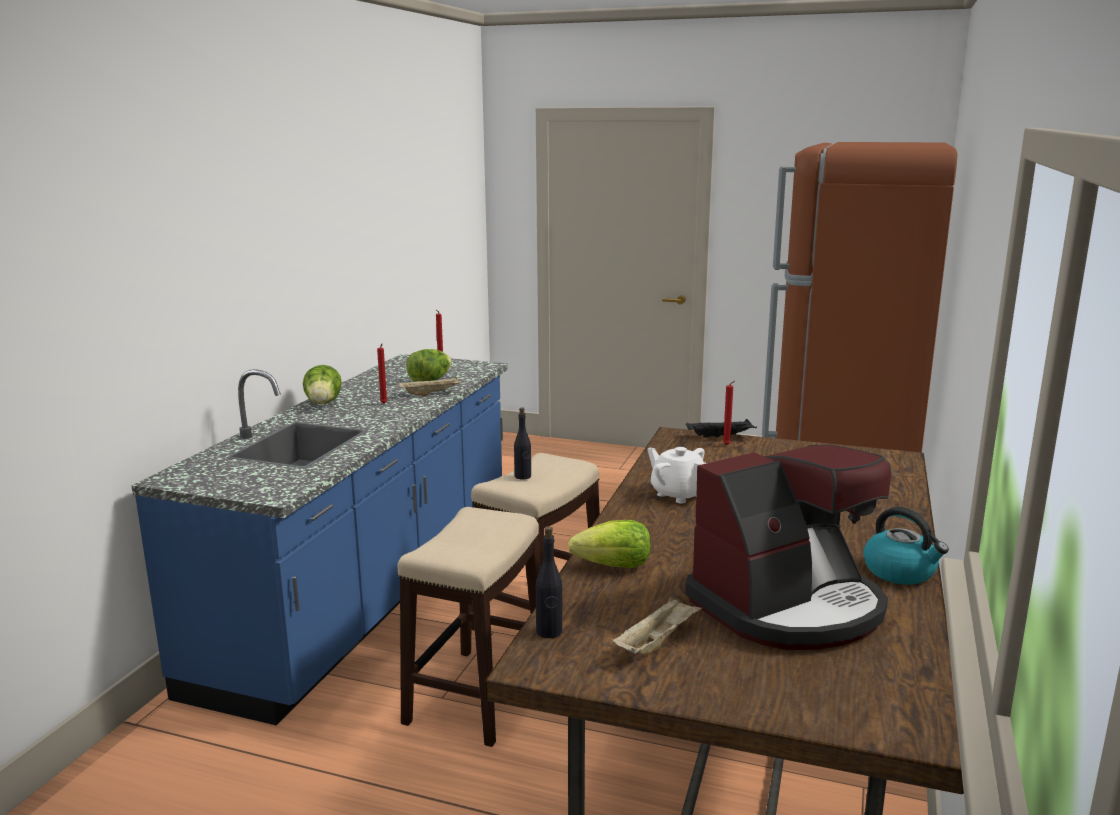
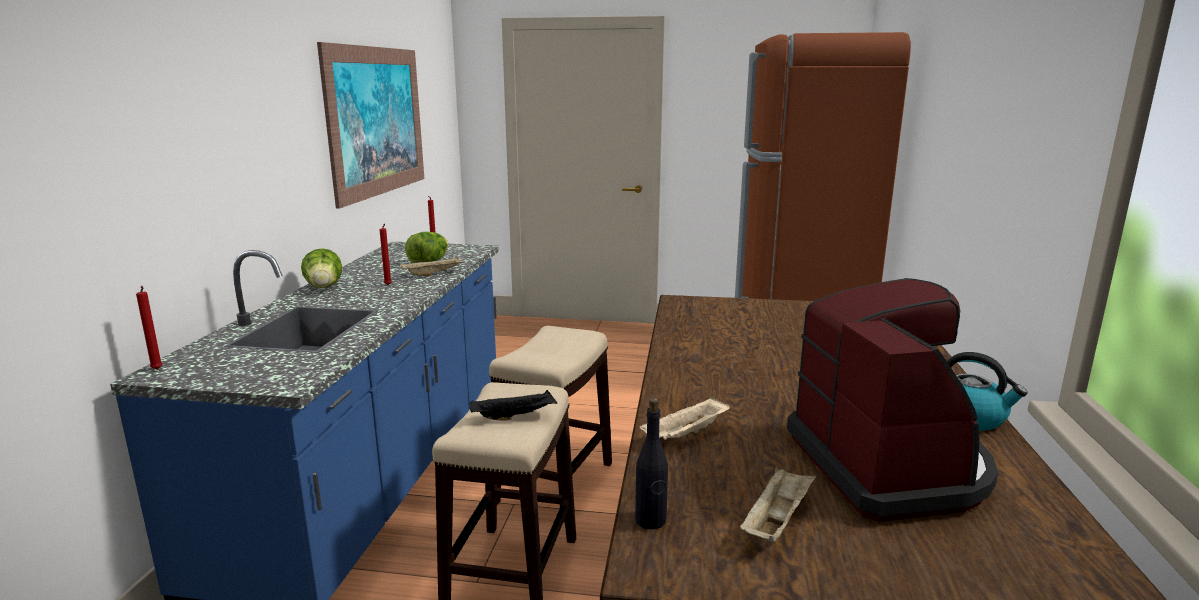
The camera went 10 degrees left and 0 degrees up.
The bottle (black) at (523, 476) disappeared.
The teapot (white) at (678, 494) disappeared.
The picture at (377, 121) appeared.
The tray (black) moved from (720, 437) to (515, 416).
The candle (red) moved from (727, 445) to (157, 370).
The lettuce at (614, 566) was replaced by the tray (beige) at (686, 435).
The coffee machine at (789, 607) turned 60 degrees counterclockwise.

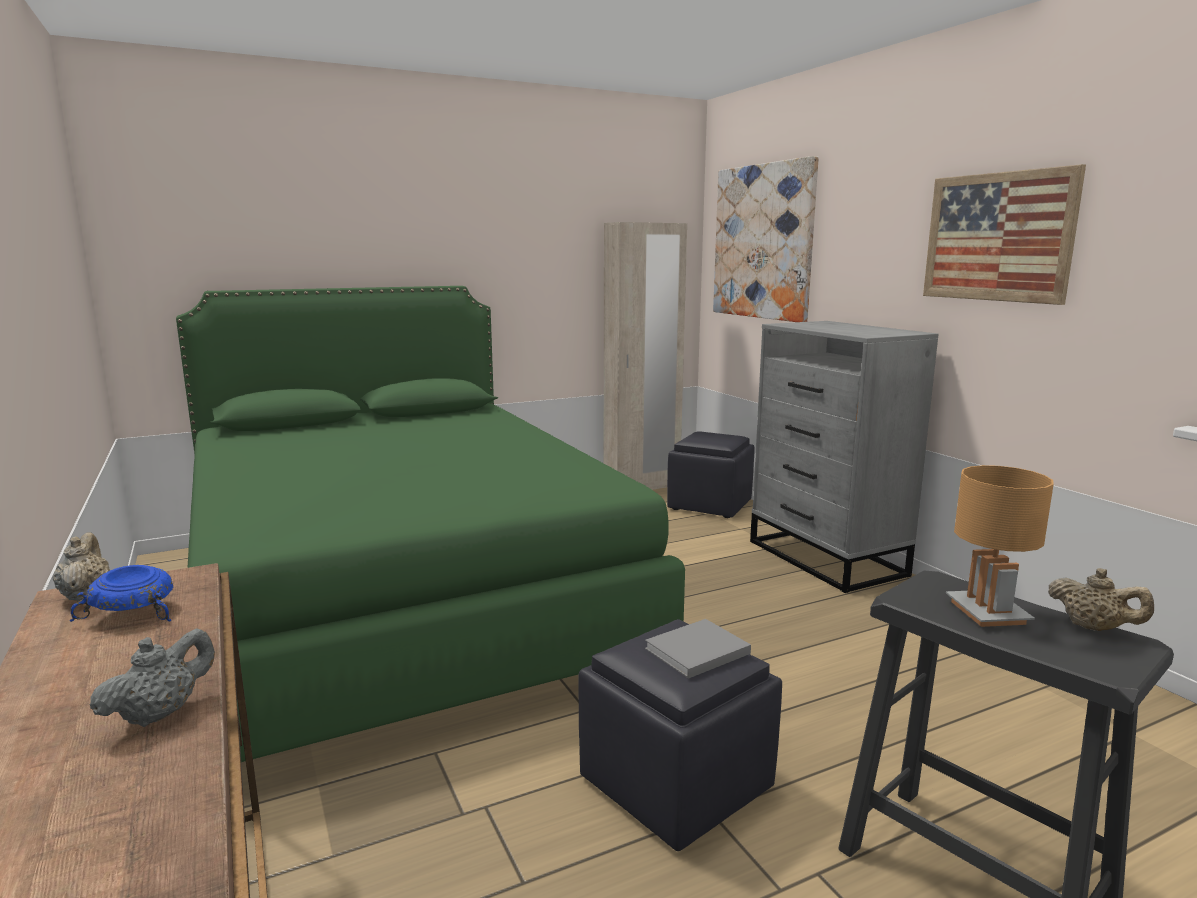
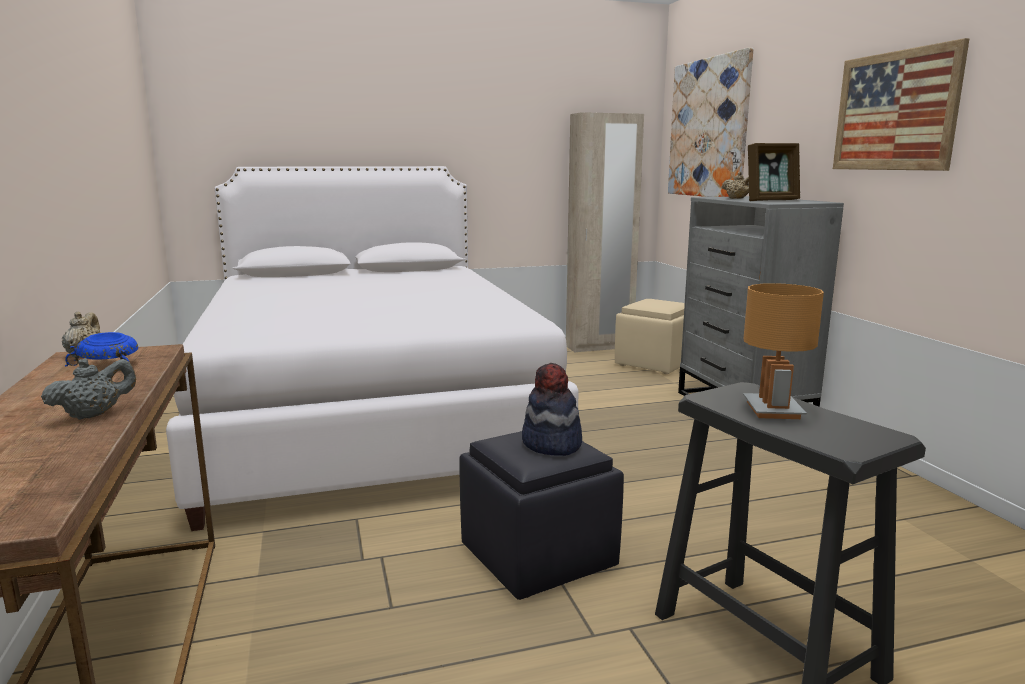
The camera went 10 degrees right and 0 degrees up.
The picture frame at (771, 200) appeared.
The teapot (beige) moved from (1093, 627) to (737, 199).
The book (grey) at (695, 652) was replaced by the hat at (551, 444).
The bed (green) at (402, 599) became the bed (white) at (369, 415).
The ottoman (black) at (710, 505) became the ottoman (beige) at (655, 363).

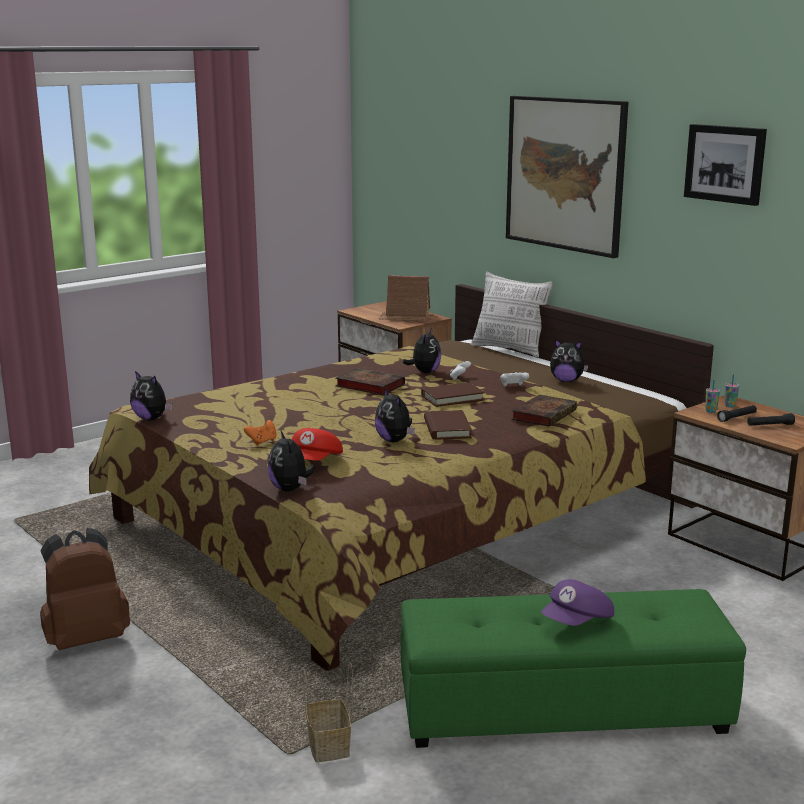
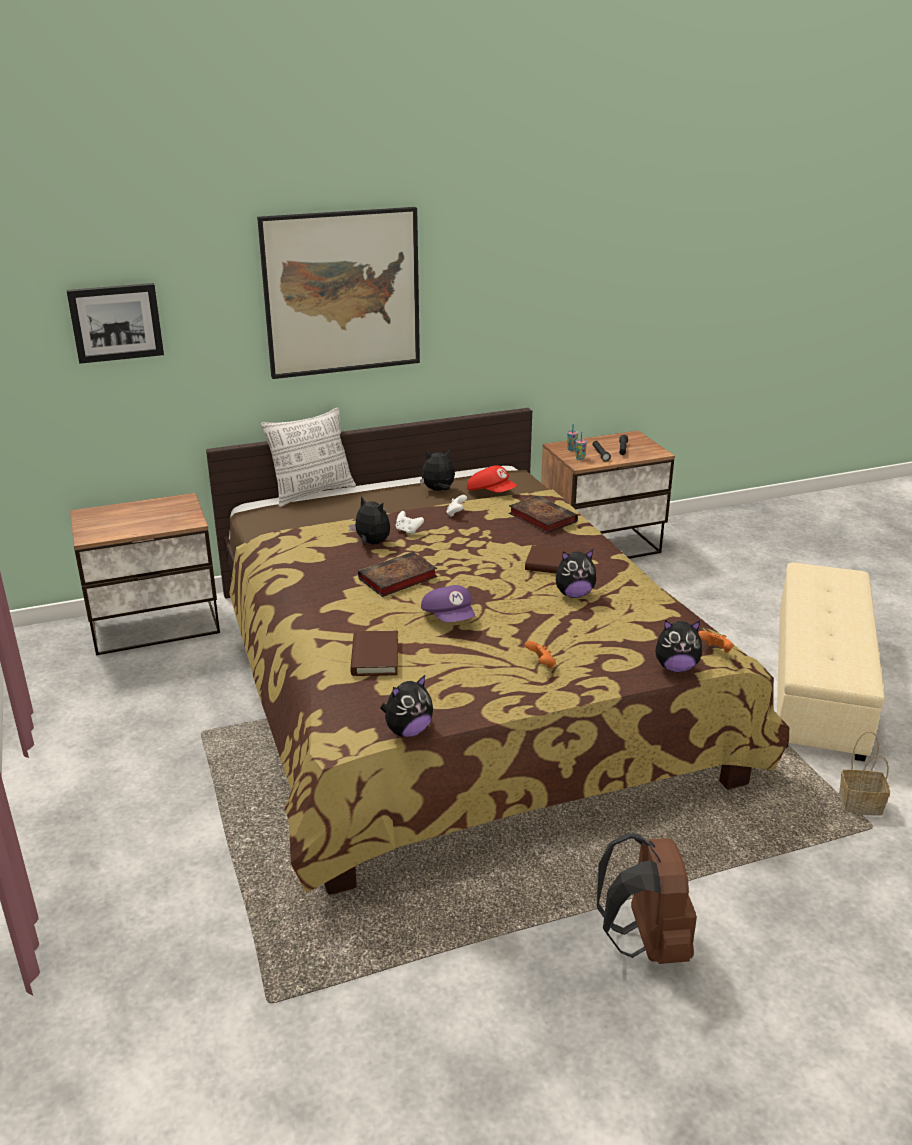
The camera went 70 degrees left and 10 degrees up.
The toy house at (405, 316) disappeared.
The game controller (orange) at (715, 650) appeared.
The cap (red) moved from (315, 462) to (491, 493).
The book (brown) moved from (452, 398) to (375, 657).
The cap (purple) moved from (577, 622) to (449, 618).
The picture moved from (725, 163) to (116, 322).
The ottoman (green) at (562, 710) became the ottoman (beige) at (819, 685).
The plush toy at (566, 380) turned 135 degrees counterclockwise.

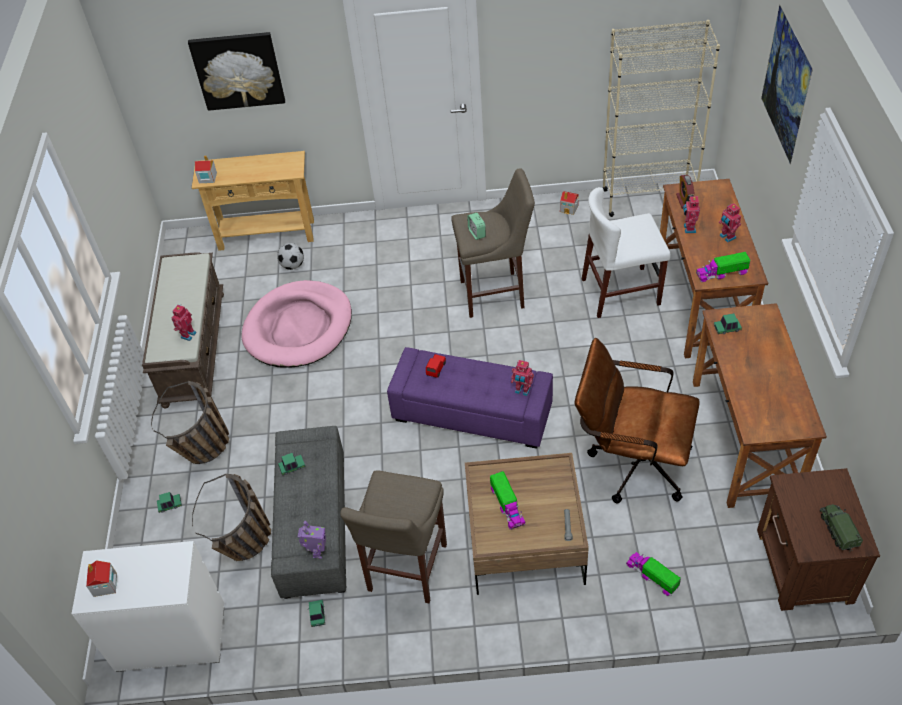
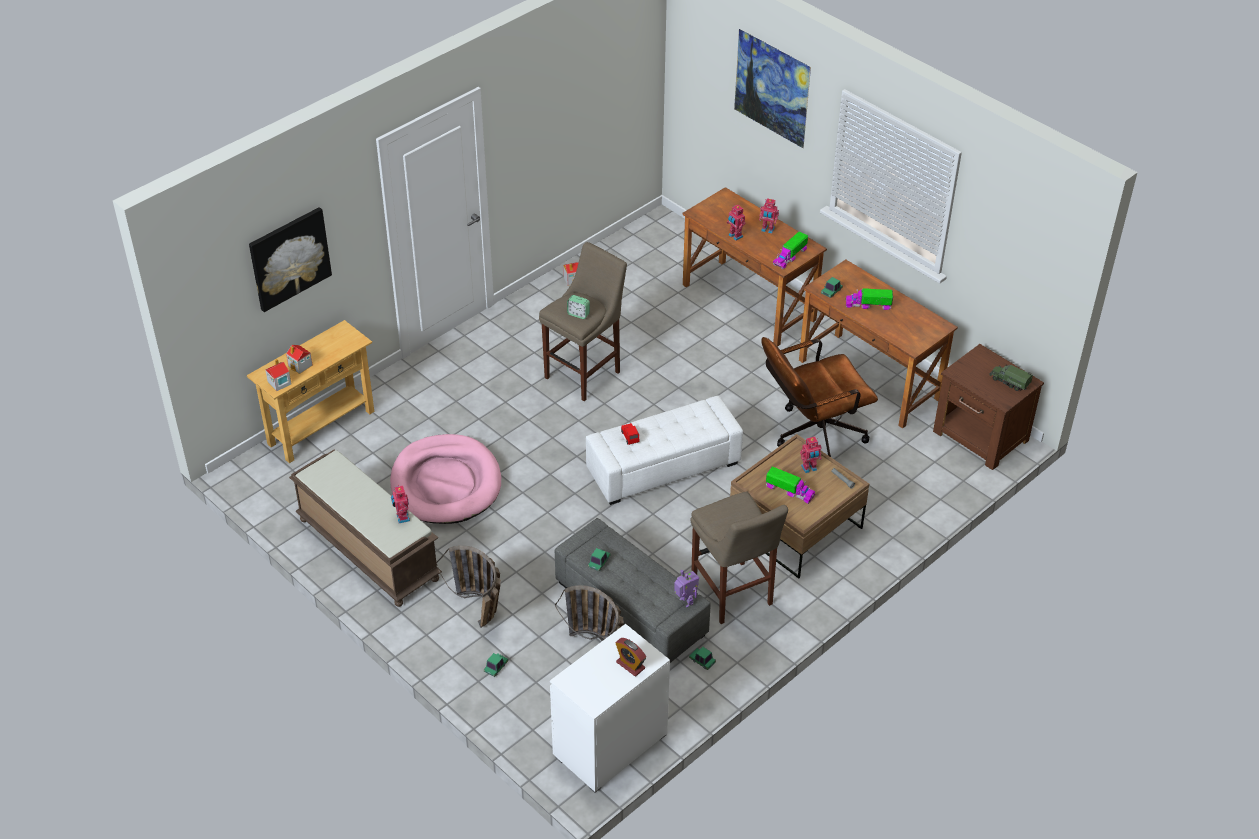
The camera went 45 degrees left and 5 degrees down.
The football at (293, 265) disappeared.
The chair (white) at (620, 292) disappeared.
The bookcase (beige) at (648, 199) disappeared.
The toy house moved from (105, 585) to (300, 366).
The toy robot moved from (522, 391) to (809, 468).
The toy truck moved from (652, 576) to (868, 305).
The alarm clock moved from (684, 201) to (630, 665).
The ottoman (purple) at (472, 413) became the ottoman (white) at (663, 467).

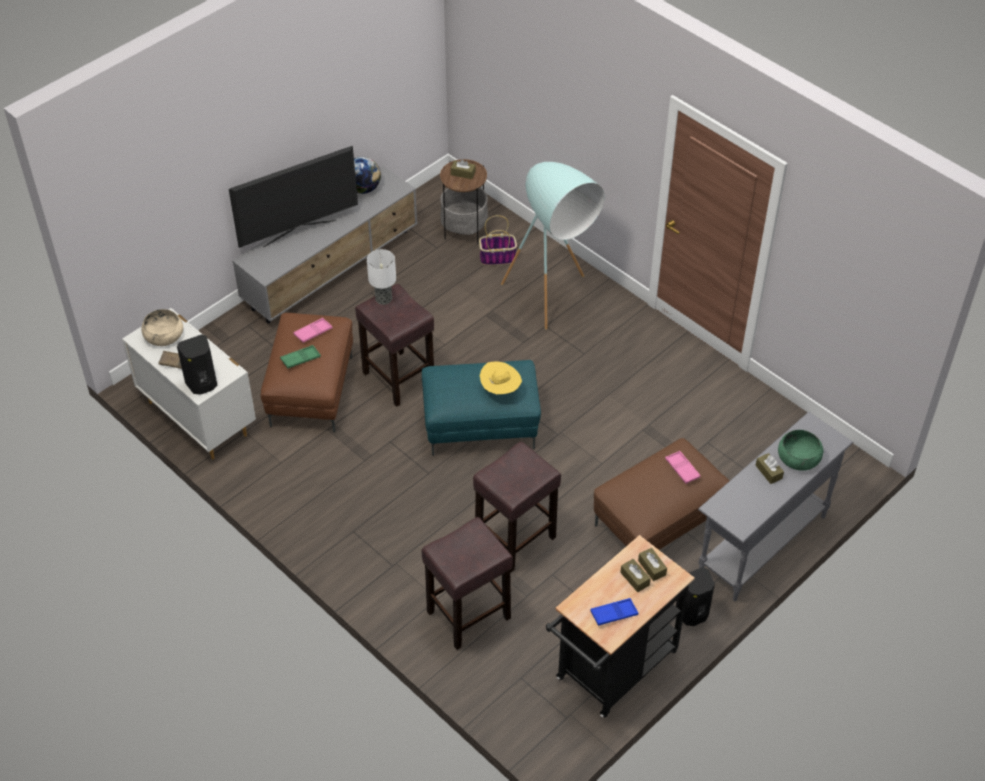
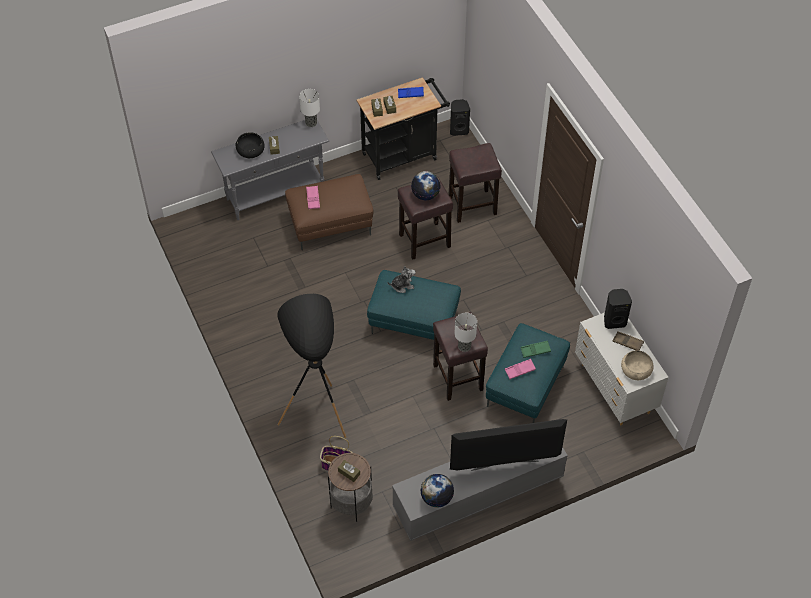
The camera went 160 degrees left and 5 degrees up.
The table lamp at (311, 123) appeared.
The globe at (425, 195) appeared.
The speaker (black) moved from (692, 614) to (458, 129).
The hat (yellow) at (500, 389) was replaced by the plush toy at (402, 285).
The ottoman (brown) at (310, 390) became the ottoman (turquoise) at (526, 387).
The floor lamp (turquoise) at (552, 306) became the floor lamp (black) at (316, 404).
The bowl (green) at (798, 457) became the bowl (black) at (250, 150).

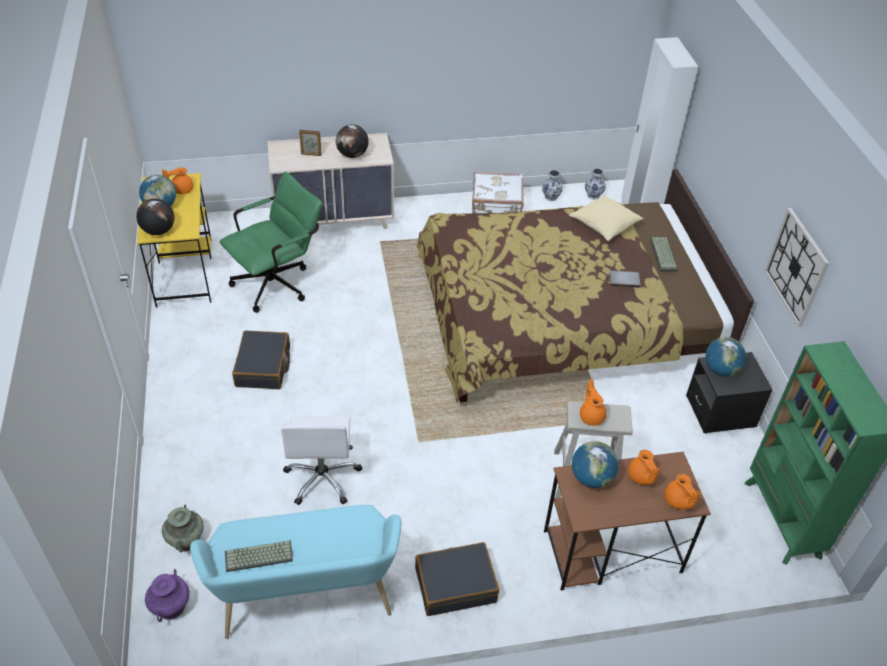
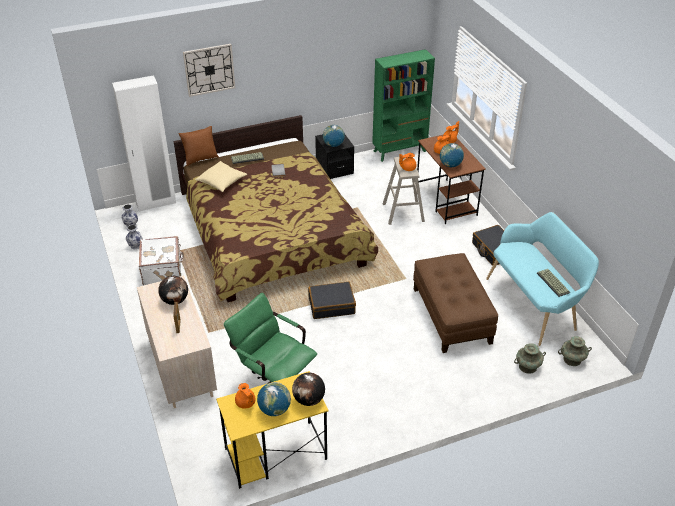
The camera went 100 degrees left and 5 degrees down.
The pillow (brown) at (200, 159) appeared.
The suitcase (black) moved from (263, 367) to (331, 305).
The wall clock moved from (796, 267) to (209, 69).
The office chair (white) at (322, 478) was replaced by the ottoman (brown) at (452, 315).
The vase (purple) at (171, 606) became the vase (turquoise) at (572, 359).

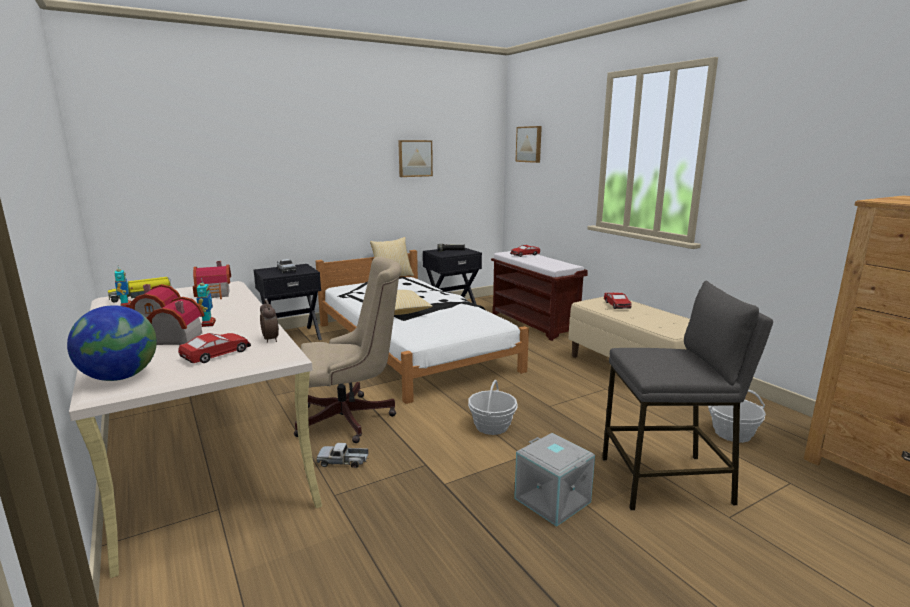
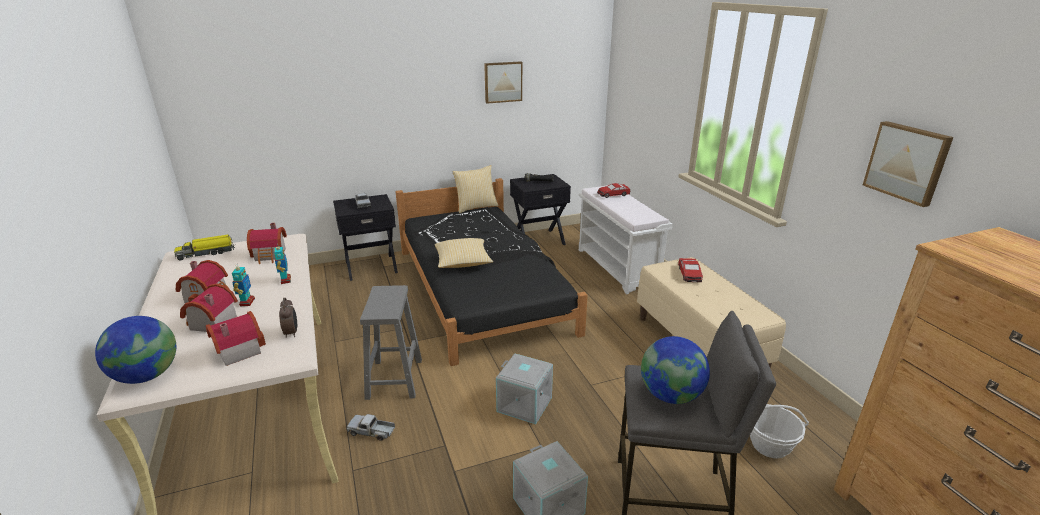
The camera went 10 degrees right and 10 degrees up.
The globe at (670, 395) appeared.
The toy robot moved from (126, 306) to (285, 280).
The picture moved from (529, 144) to (907, 162).
The toy car at (216, 354) was replaced by the toy house at (237, 350).
The office chair (beige) at (351, 419) was replaced by the stool (grey) at (394, 379).
The basket at (492, 426) was replaced by the storage box (grey) at (523, 405).
The bed (white) at (411, 346) became the bed (black) at (481, 289).
The bench (brown) at (534, 323) became the bench (white) at (617, 267).

